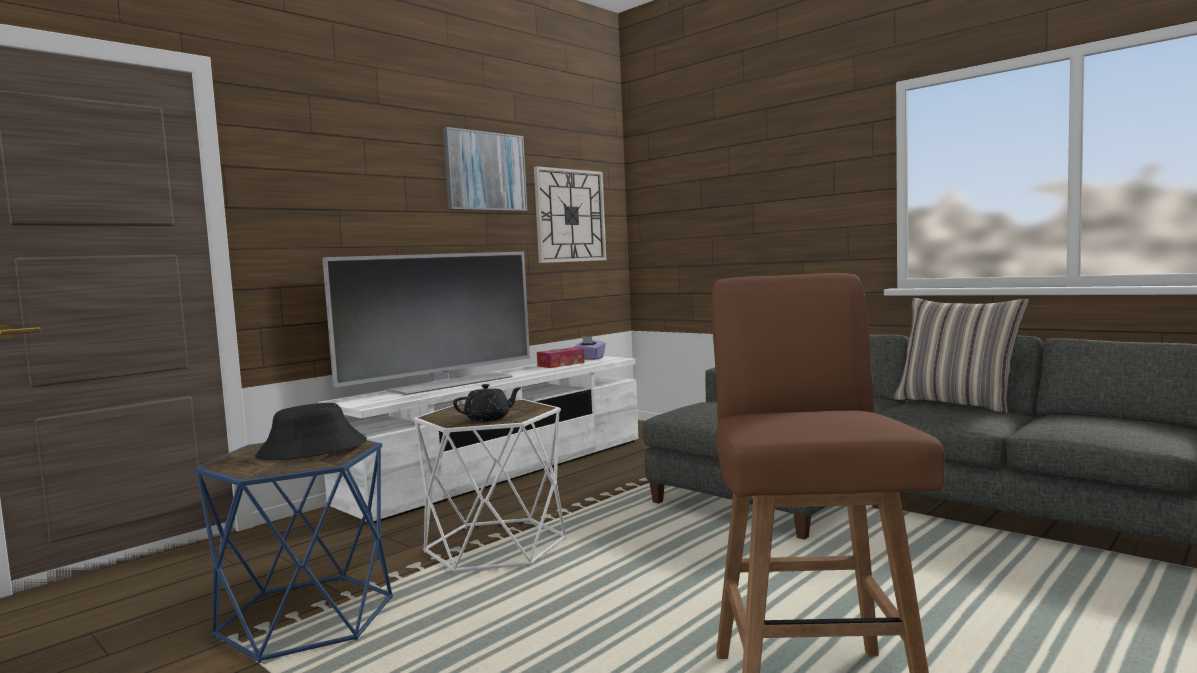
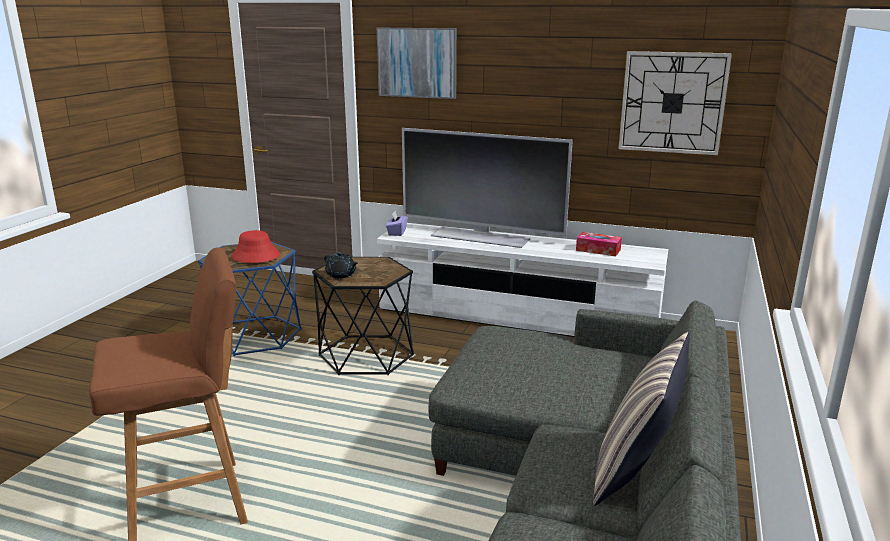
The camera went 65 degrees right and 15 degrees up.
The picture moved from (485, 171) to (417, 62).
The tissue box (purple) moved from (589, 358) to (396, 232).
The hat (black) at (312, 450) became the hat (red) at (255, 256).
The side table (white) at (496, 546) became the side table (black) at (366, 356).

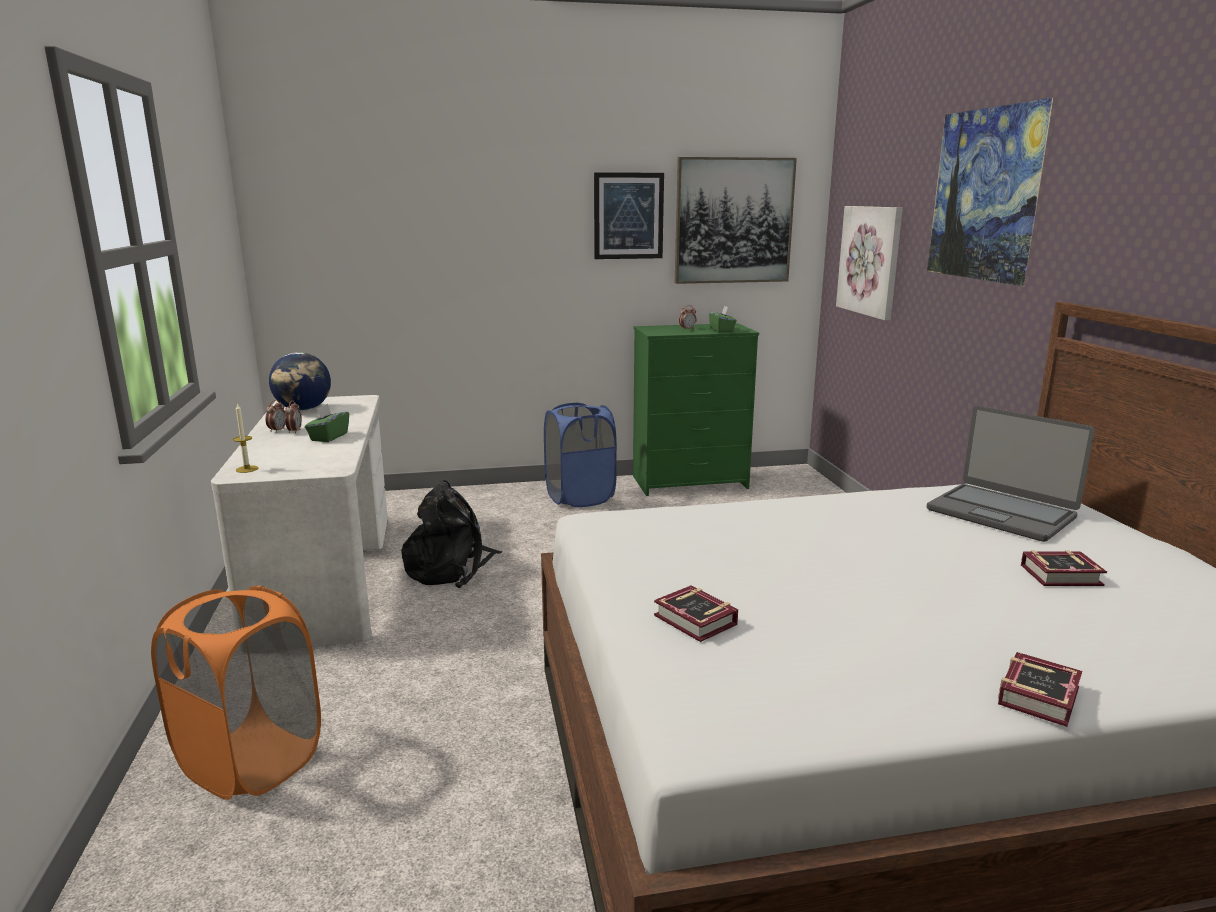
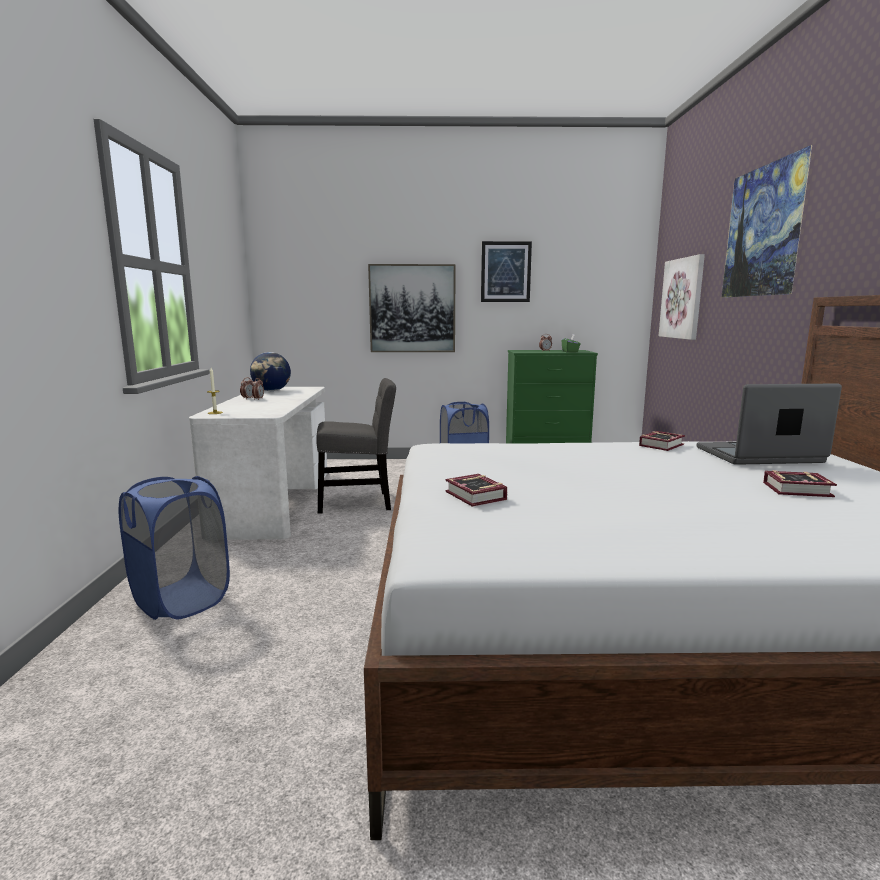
The camera went 10 degrees right and 5 degrees down.
The tissue box (green) at (328, 437) disappeared.
The picture moved from (733, 221) to (412, 309).
The book moved from (1041, 695) to (663, 445).
The backpack (black) at (451, 568) was replaced by the chair (grey) at (359, 503).
The laundry basket (orange) at (251, 761) became the laundry basket (blue) at (181, 600).
The laptop at (1001, 513) turned 120 degrees clockwise.

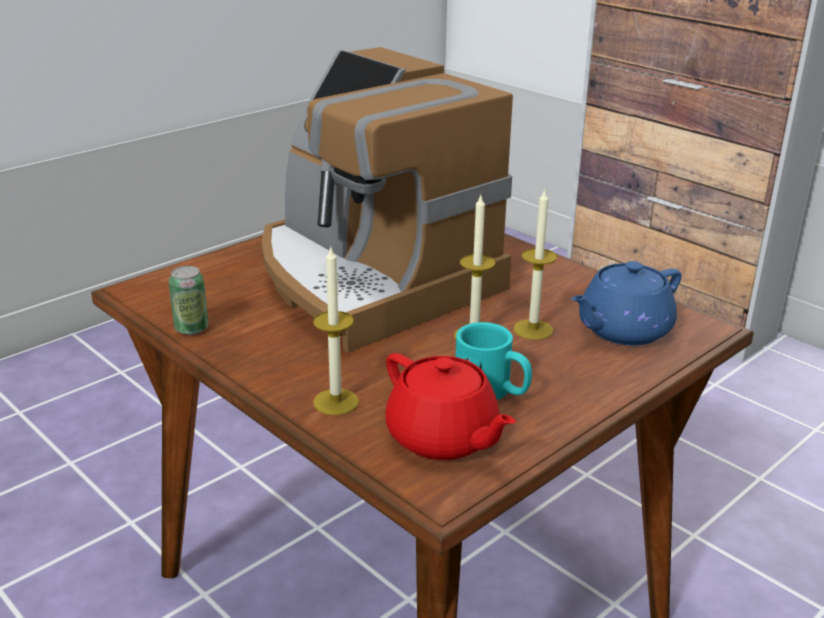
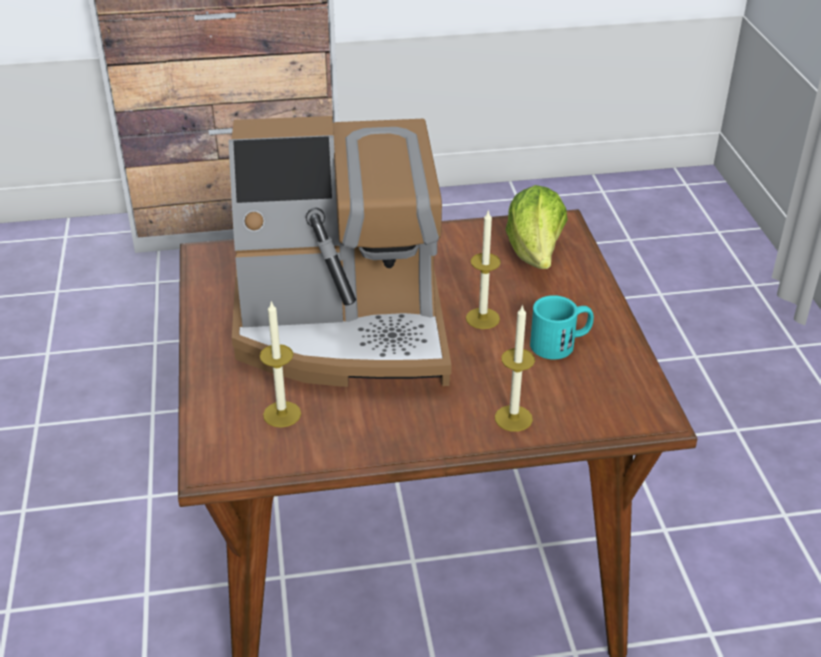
The camera went 55 degrees left and 10 degrees up.
The can at (191, 329) disappeared.
The teapot (red) at (443, 438) disappeared.
The candle moved from (533, 329) to (282, 414).
The teapot (blue) at (622, 330) was replaced by the lettuce at (535, 255).

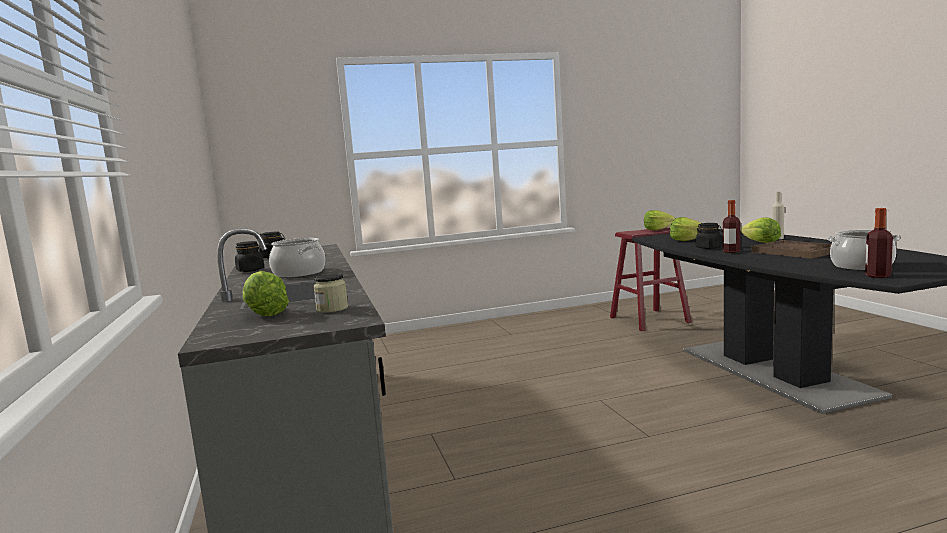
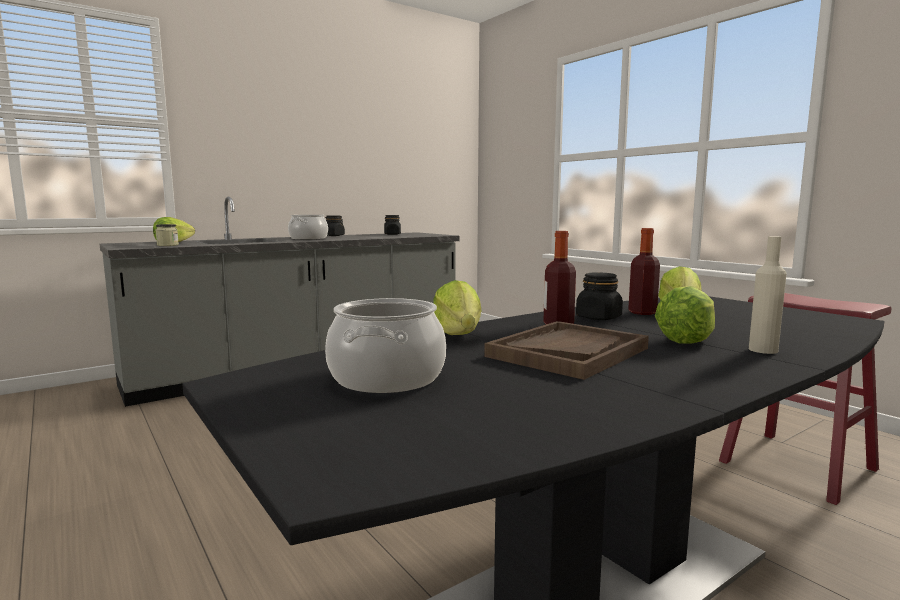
The camera went 70 degrees right and 0 degrees up.
The lettuce moved from (657, 229) to (459, 334).
The bottle moved from (877, 276) to (642, 312).

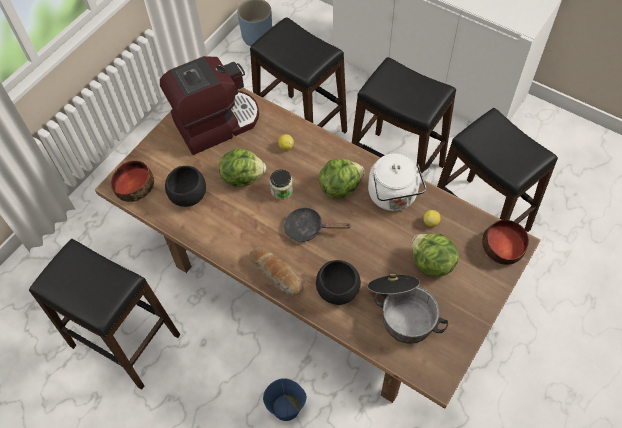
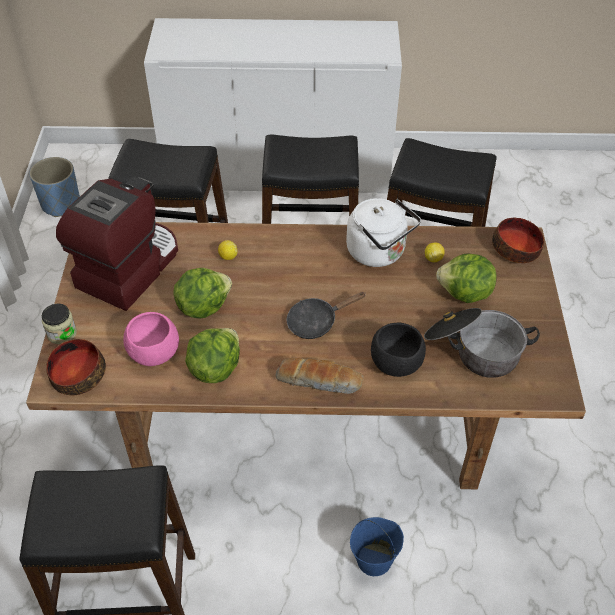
The camera went 35 degrees left and 10 degrees down.
The jar moved from (282, 190) to (62, 333).
The lettuce moved from (340, 187) to (215, 368).
The bowl (black) at (188, 196) became the bowl (pink) at (153, 354).

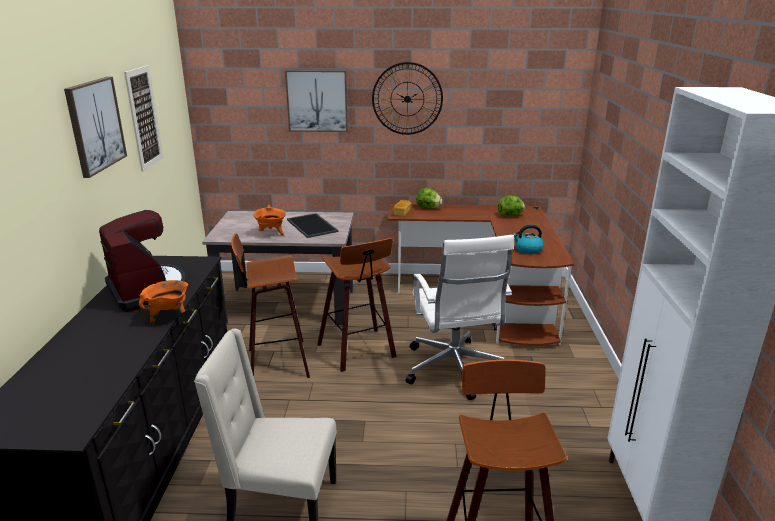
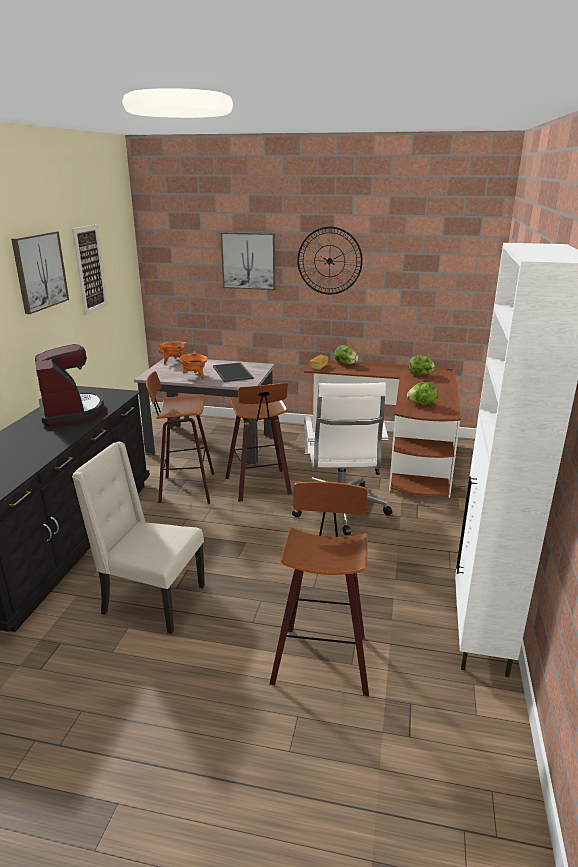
The camera went 10 degrees right and 0 degrees up.
The cooking pot (orange) moved from (169, 317) to (174, 362).
The kettle at (527, 250) was replaced by the lettuce at (422, 404).

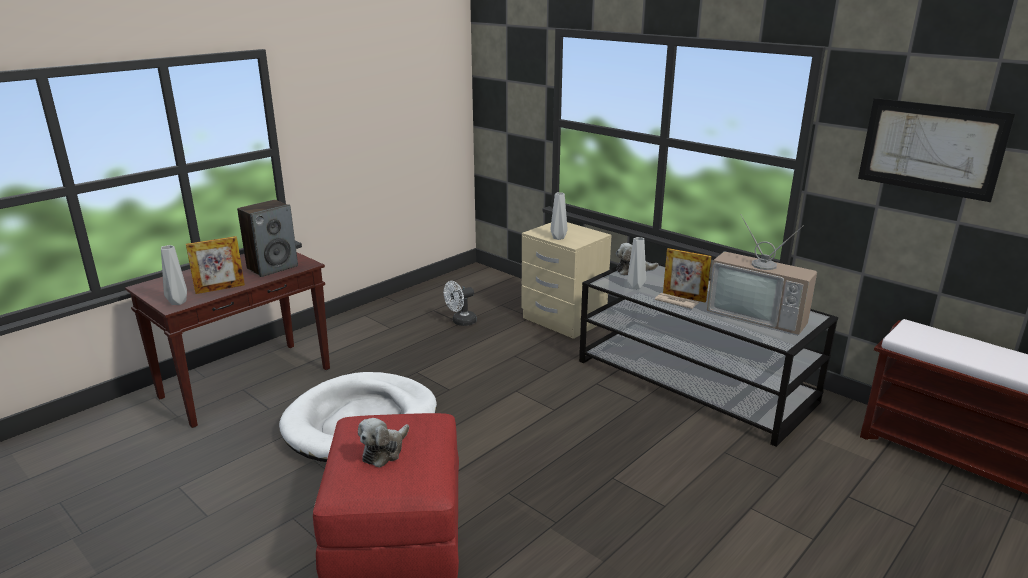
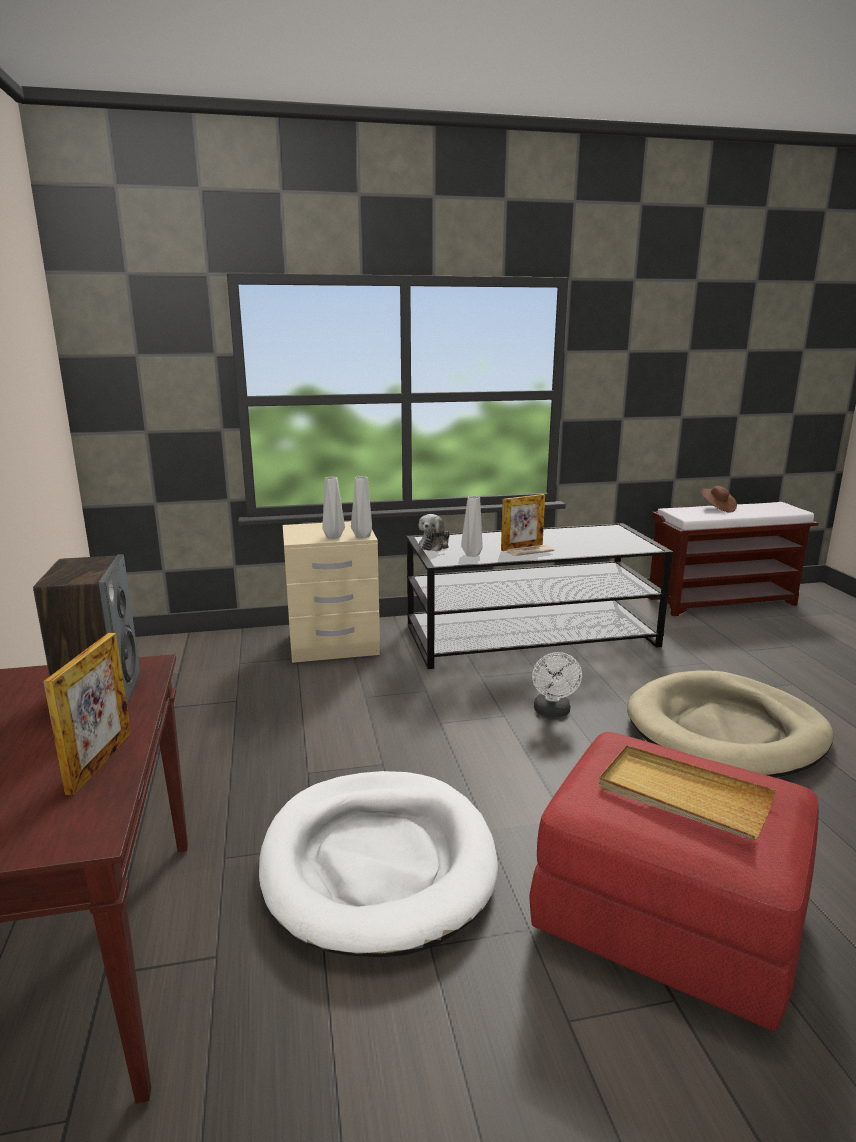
The camera went 55 degrees left and 5 degrees down.
The television at (759, 314) disappeared.
The picture at (931, 148) disappeared.
The dog bed (beige) at (725, 731) appeared.
The hat (brown) at (717, 508) appeared.
The vase (grey) moved from (179, 302) to (362, 536).
The fan (white) moved from (461, 322) to (553, 712).
The plush toy at (384, 451) was replaced by the tray (beige) at (683, 796).

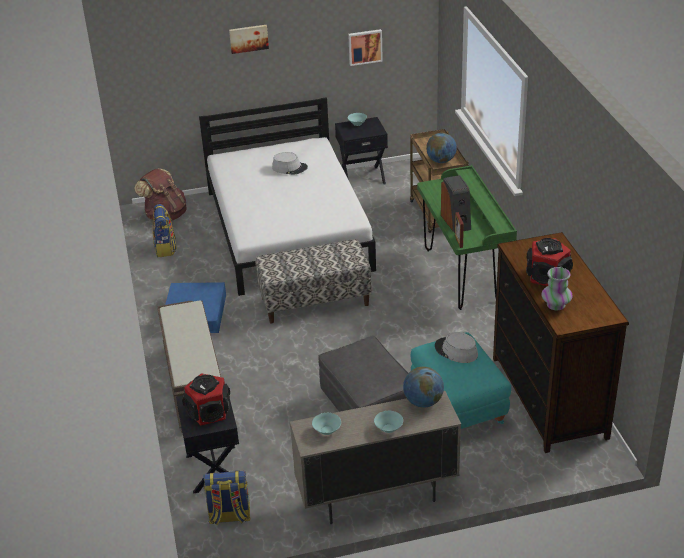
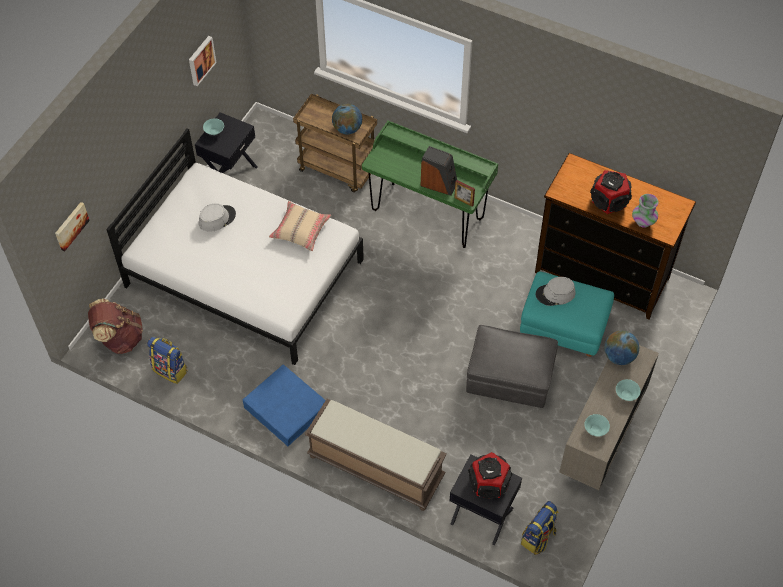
The camera went 50 degrees left and 20 degrees up.
The bench at (315, 301) disappeared.
The pillow (beige) at (300, 230) appeared.
The picture moved from (248, 38) to (70, 226).

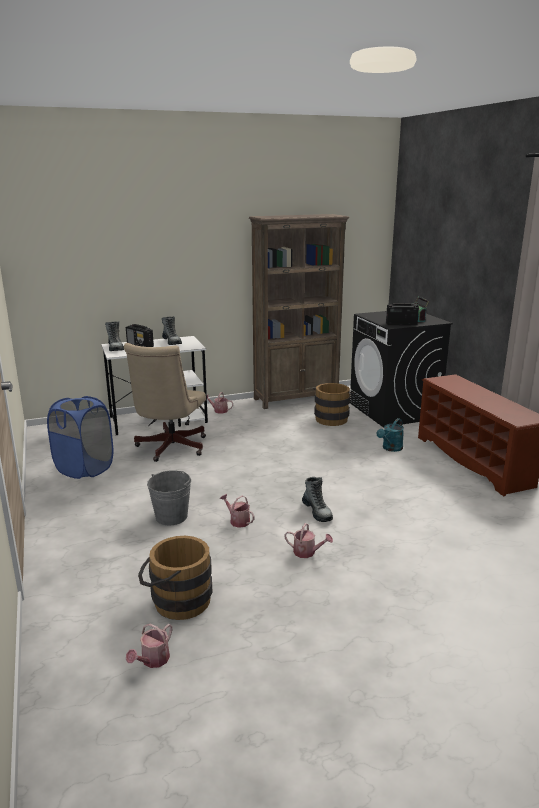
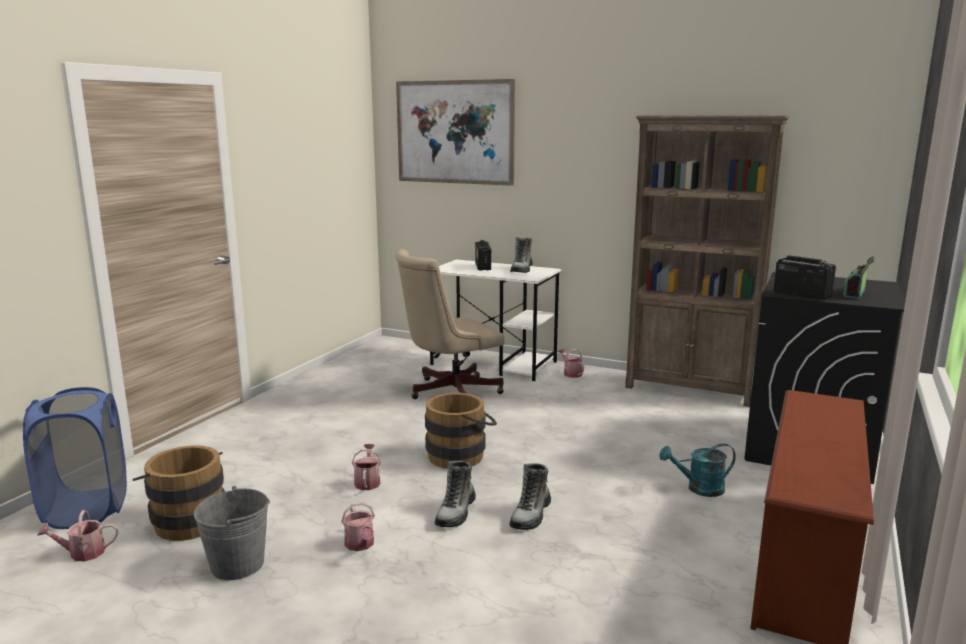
The camera went 45 degrees right and 5 degrees down.
The picture at (454, 132) appeared.
The laundry basket (blue) moved from (85, 468) to (87, 509).
The boot moved from (115, 348) to (531, 515).
The bucket (grey) moved from (171, 516) to (237, 564).
The bucket (brown) moved from (332, 418) to (461, 455).

